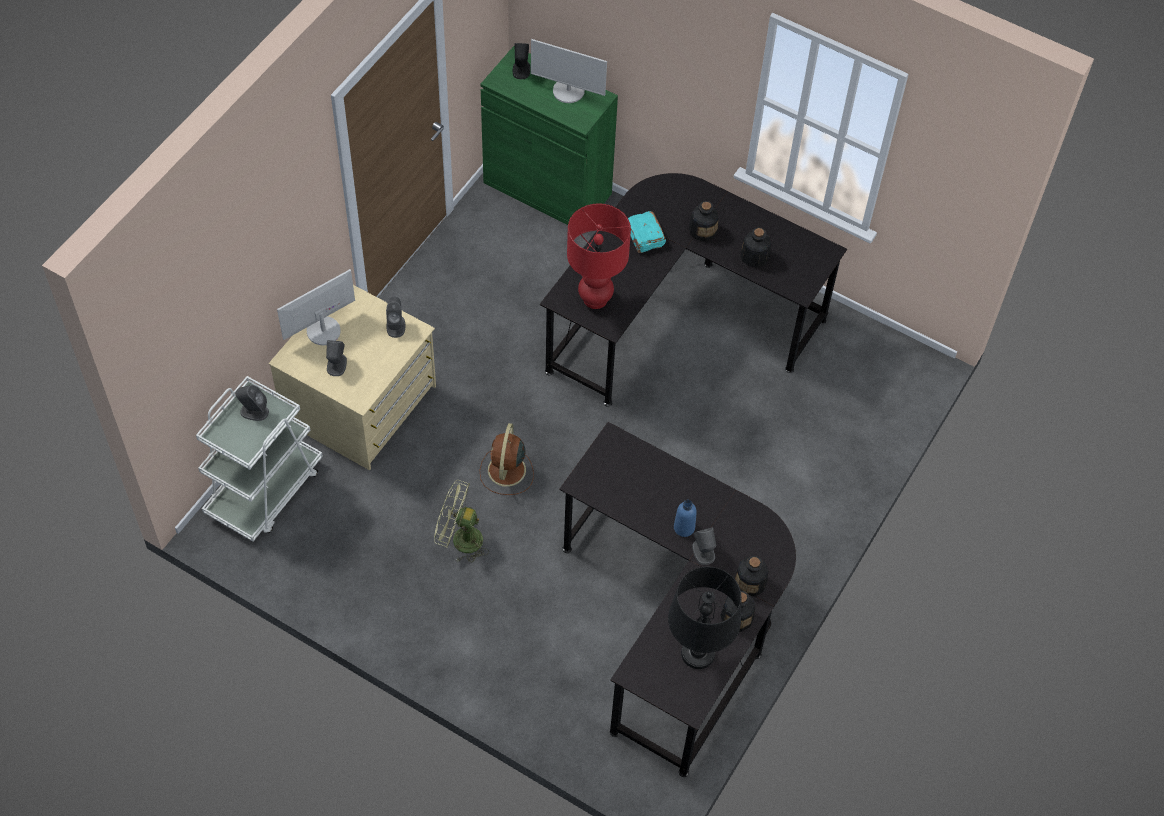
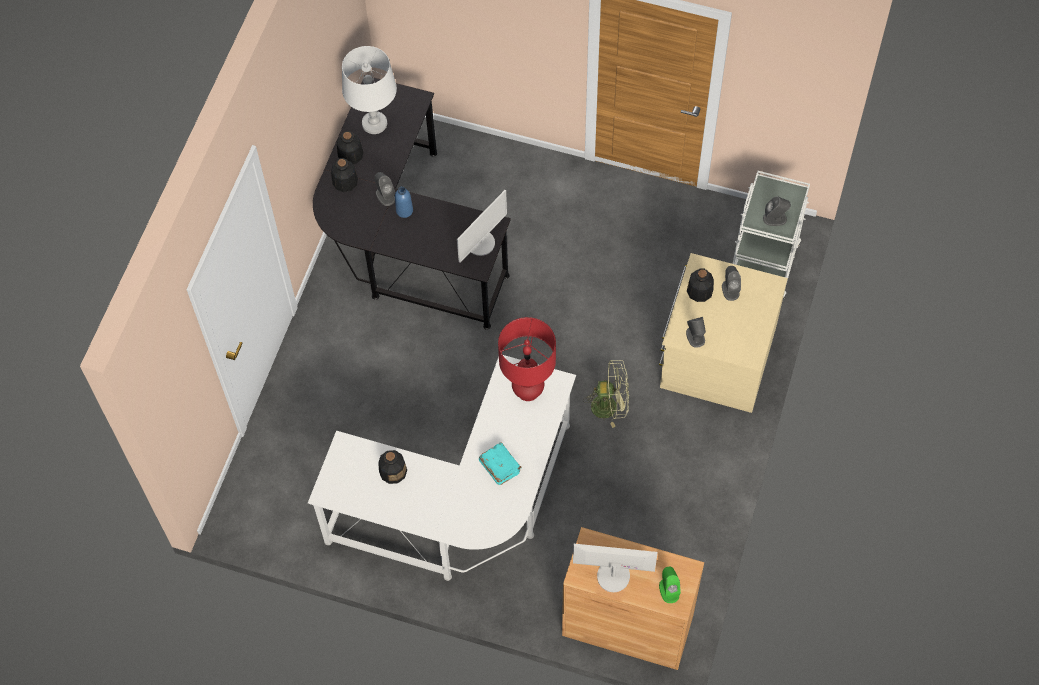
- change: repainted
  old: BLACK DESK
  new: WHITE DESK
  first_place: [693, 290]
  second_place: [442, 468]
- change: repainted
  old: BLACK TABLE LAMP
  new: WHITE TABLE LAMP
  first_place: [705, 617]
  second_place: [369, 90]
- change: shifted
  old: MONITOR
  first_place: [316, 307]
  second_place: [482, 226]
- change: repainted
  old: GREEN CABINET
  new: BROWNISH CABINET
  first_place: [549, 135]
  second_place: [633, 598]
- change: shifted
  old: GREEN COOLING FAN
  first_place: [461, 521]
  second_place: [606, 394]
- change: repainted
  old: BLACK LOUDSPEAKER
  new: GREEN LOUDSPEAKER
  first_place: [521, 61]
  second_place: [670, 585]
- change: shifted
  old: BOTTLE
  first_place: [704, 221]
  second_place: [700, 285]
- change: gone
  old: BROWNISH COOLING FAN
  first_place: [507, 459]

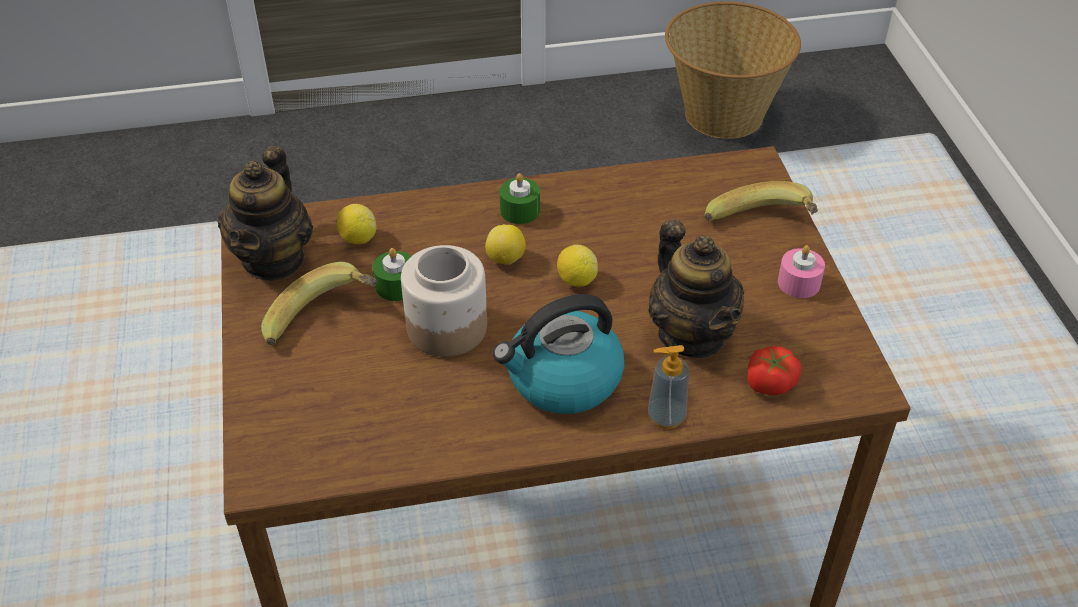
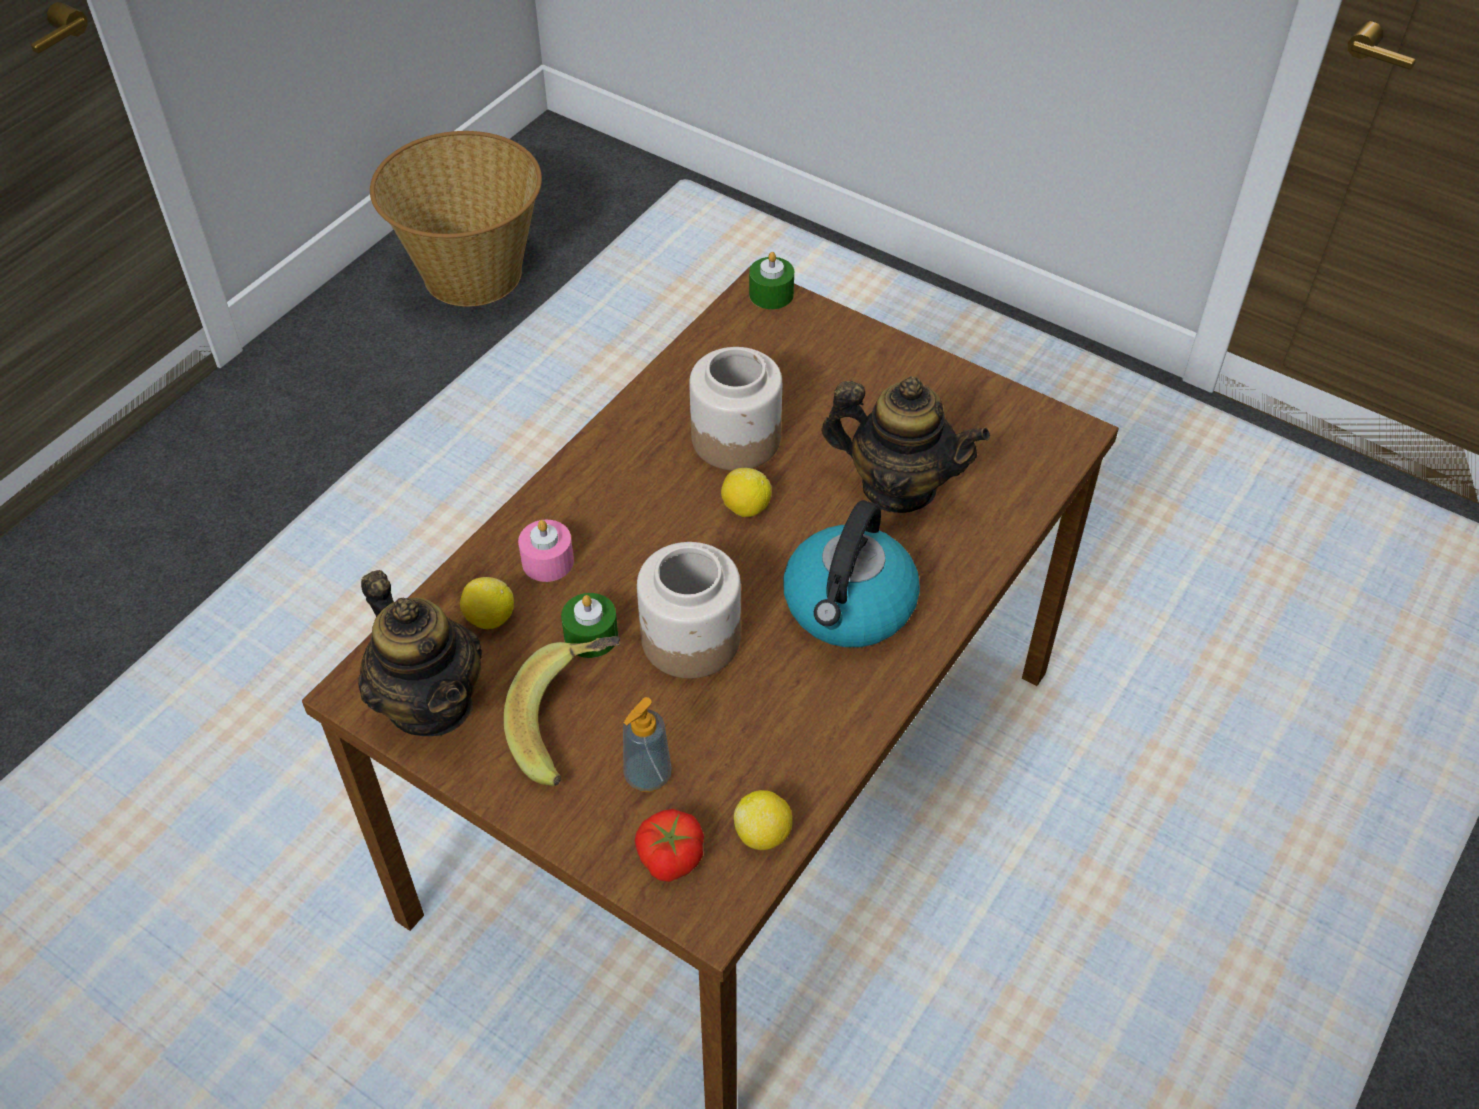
- change: shifted
  old: PINK-COLOURED WAX CANDLE
  first_place: [801, 271]
  second_place: [546, 551]
- change: shifted
  old: LIQUID SOAP BOTTLE
  first_place: [668, 387]
  second_place: [647, 744]
- change: shifted
  old: FRESH TOMATO
  first_place: [774, 371]
  second_place: [669, 845]
- change: new
  new: PRESERVE JAR
  second_place: [735, 409]
- change: shifted
  old: CITRUS FRUIT
  first_place: [505, 244]
  second_place: [763, 820]
- change: shifted
  old: GREEN WAX CANDLE
  first_place: [520, 198]
  second_place: [771, 280]
- change: gone
  old: BANANA FRUIT
  first_place: [761, 201]

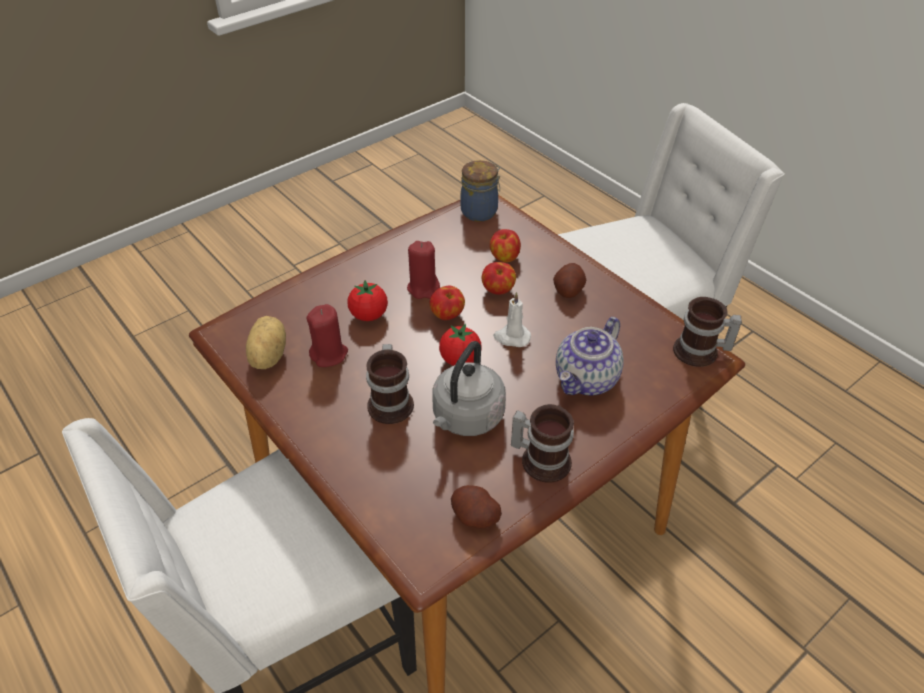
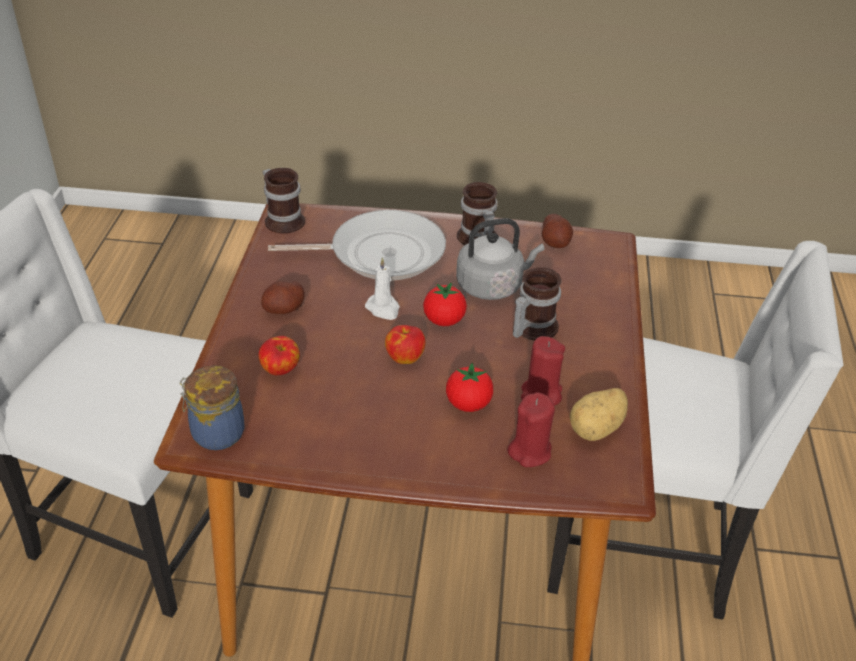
- change: swapped
  old: TEAPOT
  new: PAN
  first_place: [590, 356]
  second_place: [357, 245]
- change: shifted
  old: REDDISH WAX CANDLE
  first_place: [423, 270]
  second_place: [531, 429]
- change: gone
  old: WHOLE APPLE
  first_place: [499, 278]

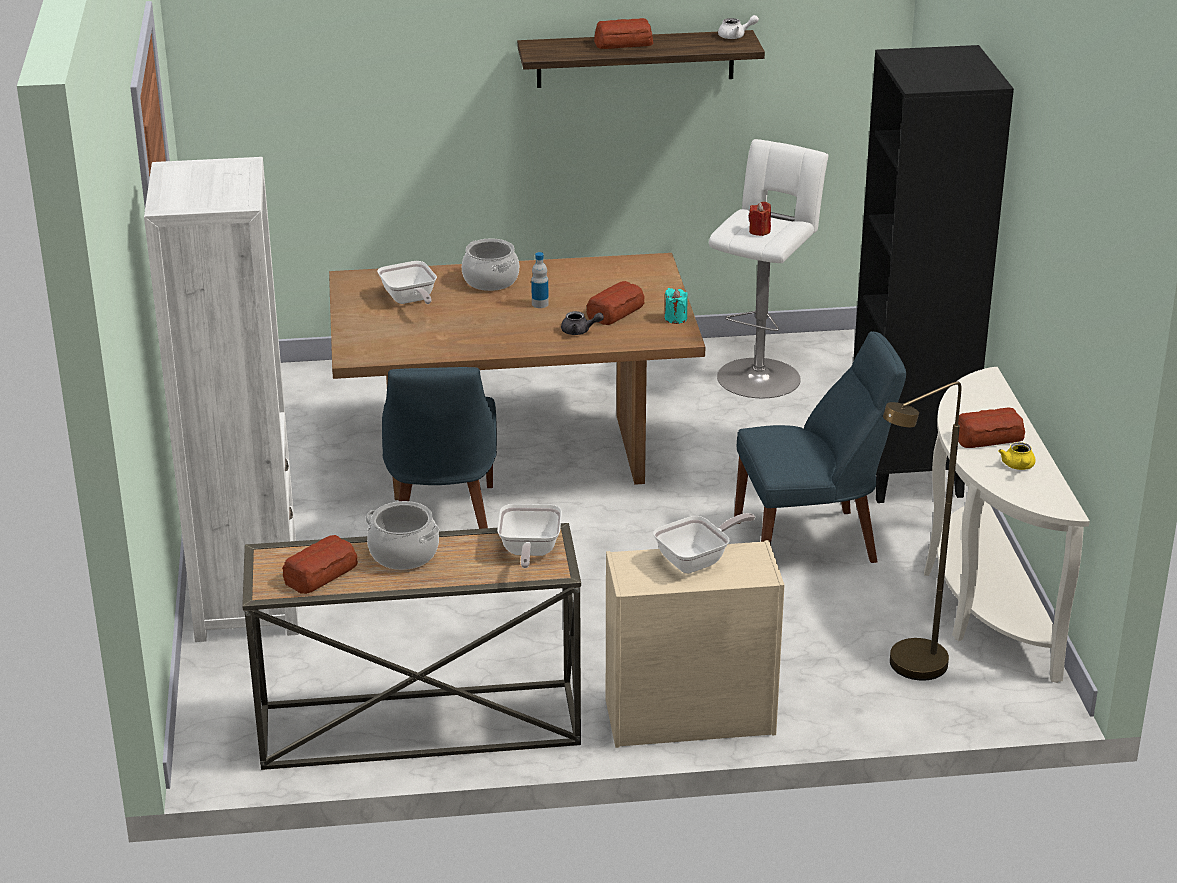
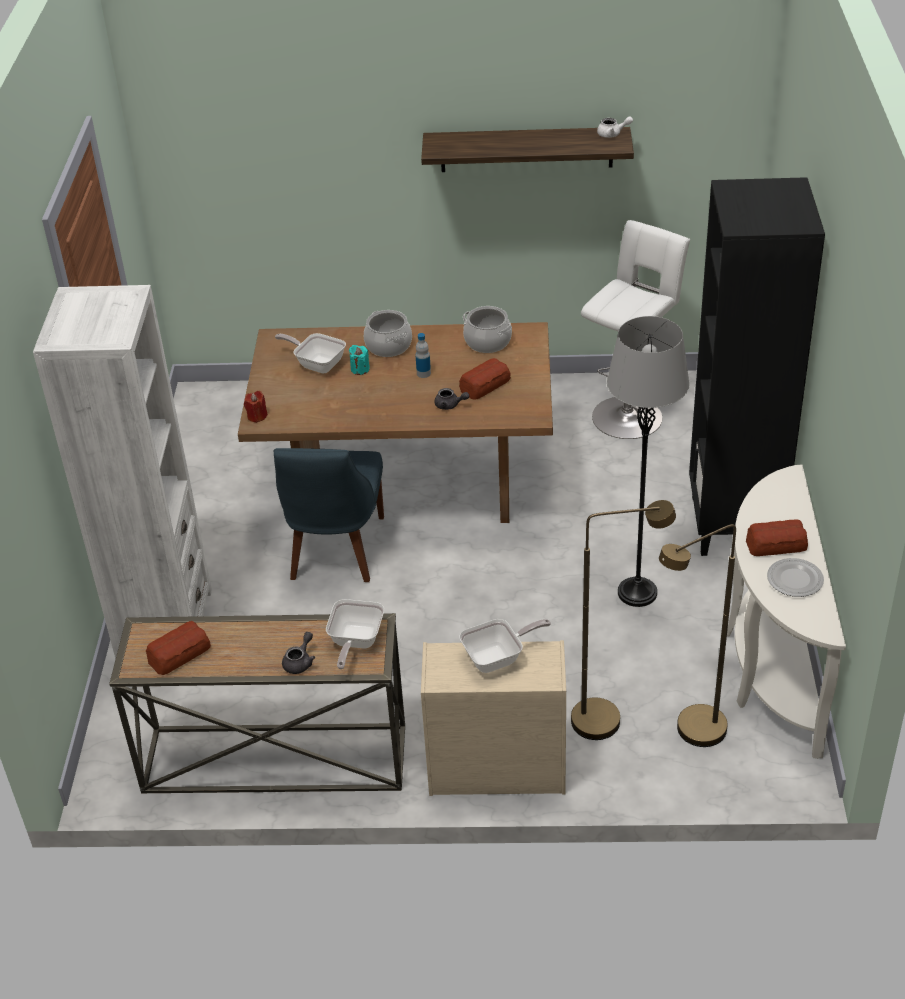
- change: shifted
  old: REDDISH WAX CANDLE
  first_place: [760, 219]
  second_place: [256, 407]
- change: rotated
  old: PAN
  first_place: [407, 282]
  second_place: [310, 353]
  degrees: 135
- change: new
  new: GRAY TEAPOT
  second_place: [298, 653]
- change: shifted
  old: BLUE-GREEN WAX CANDLE
  first_place: [676, 306]
  second_place: [359, 360]
- change: shifted
  old: SAUCEPOT
  first_place: [402, 535]
  second_place: [487, 329]
- change: new
  new: BROWNISH STANDARD LAMP
  second_place: [623, 620]
- change: swapped
  old: BLUE PLAIN CHAIR
  new: GRAY STANDARD LAMP
  first_place: [820, 447]
  second_place: [648, 461]
- change: swapped
  old: YELLOW TEAPOT
  new: FLAT DISH
  first_place: [1016, 456]
  second_place: [795, 577]
- change: gone
  old: BREAD
  first_place: [623, 33]

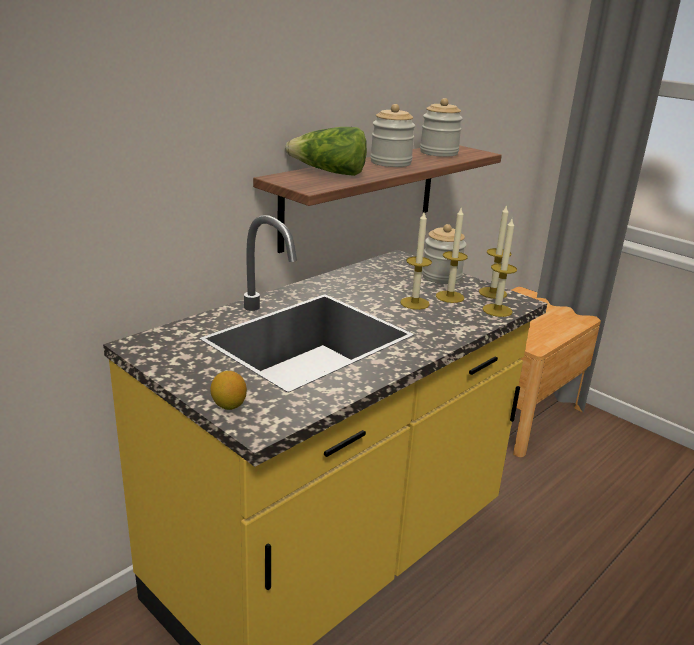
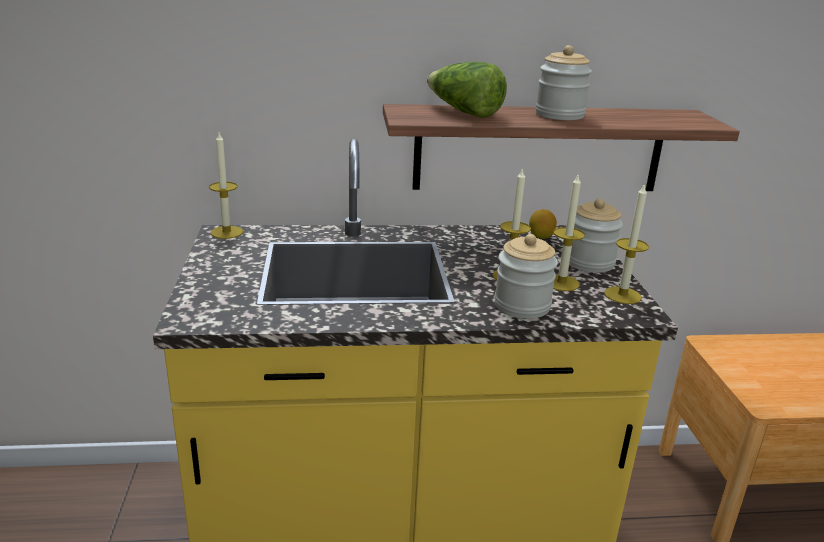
- change: shifted
  old: WAX CANDLE
  first_place: [500, 268]
  second_place: [226, 186]
- change: shifted
  old: PRESERVE JAR
  first_place: [441, 127]
  second_place: [526, 276]
- change: shifted
  old: CITRUS FRUIT
  first_place: [228, 390]
  second_place: [543, 224]

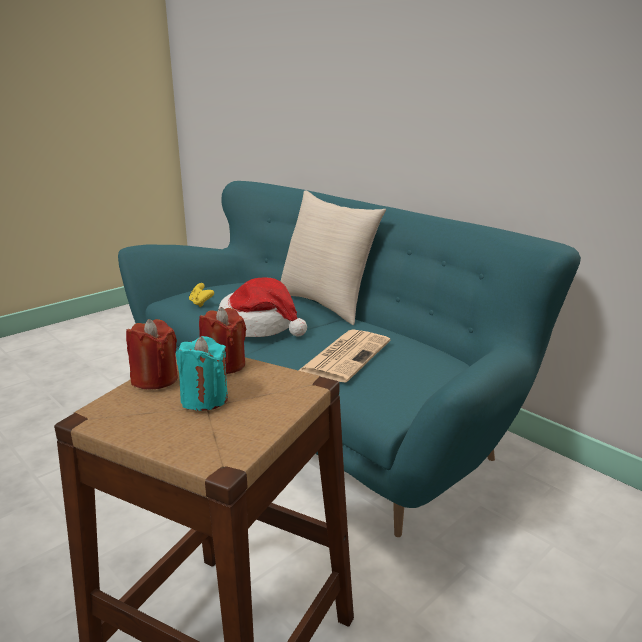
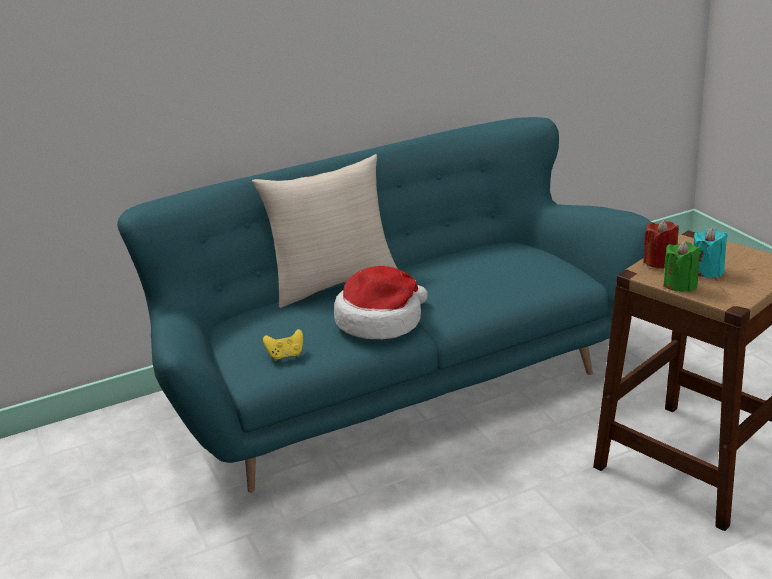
- change: repainted
  old: REDDISH WAX CANDLE
  new: GREEN WAX CANDLE
  first_place: [152, 354]
  second_place: [682, 266]
- change: gone
  old: DAILY PAPER
  first_place: [344, 356]

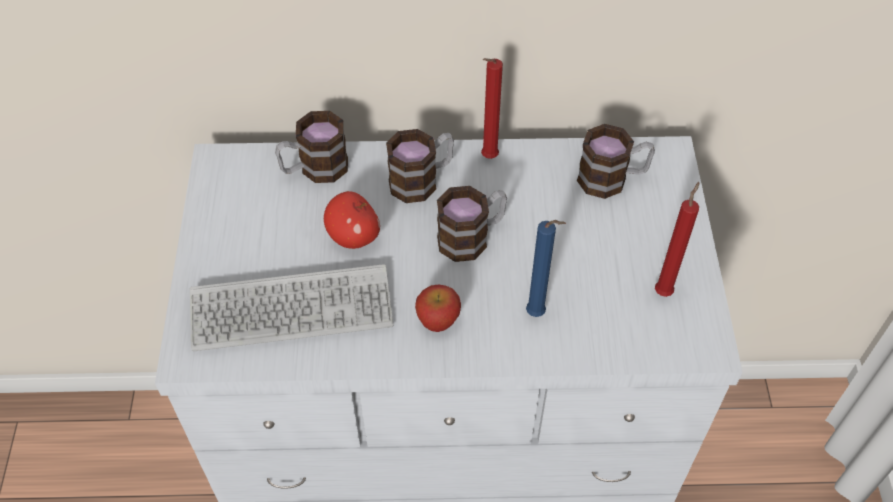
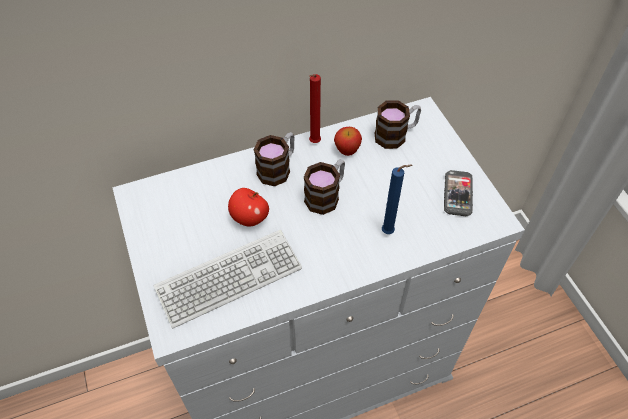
- change: shifted
  old: WHOLE APPLE
  first_place: [438, 308]
  second_place: [348, 141]
- change: swapped
  old: REDDISH WAX CANDLE
  new: HANDSET
  first_place: [677, 239]
  second_place: [458, 193]
- change: gone
  old: COFFEE MUG
  first_place: [311, 147]

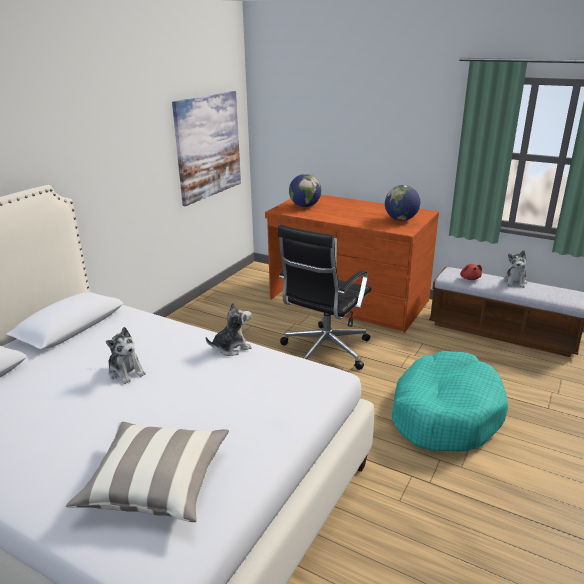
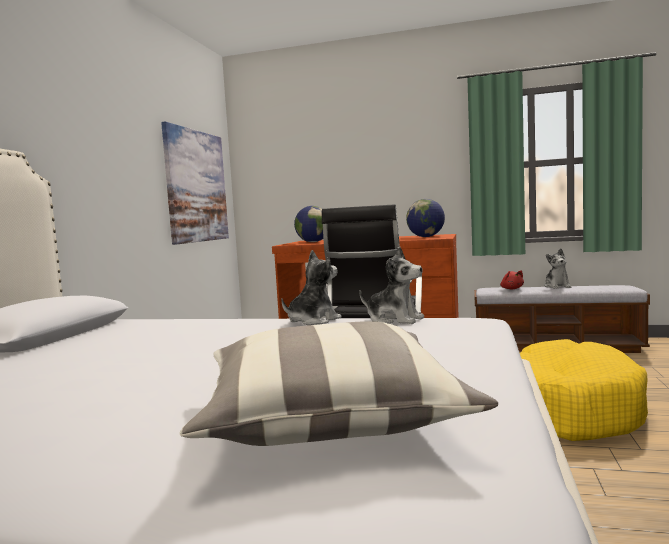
- change: shifted
  old: SOFT TOY
  first_place: [126, 355]
  second_place: [391, 285]
- change: repainted
  old: BLUE-GREEN PET BED
  new: YELLOW PET BED
  first_place: [450, 401]
  second_place: [583, 390]

